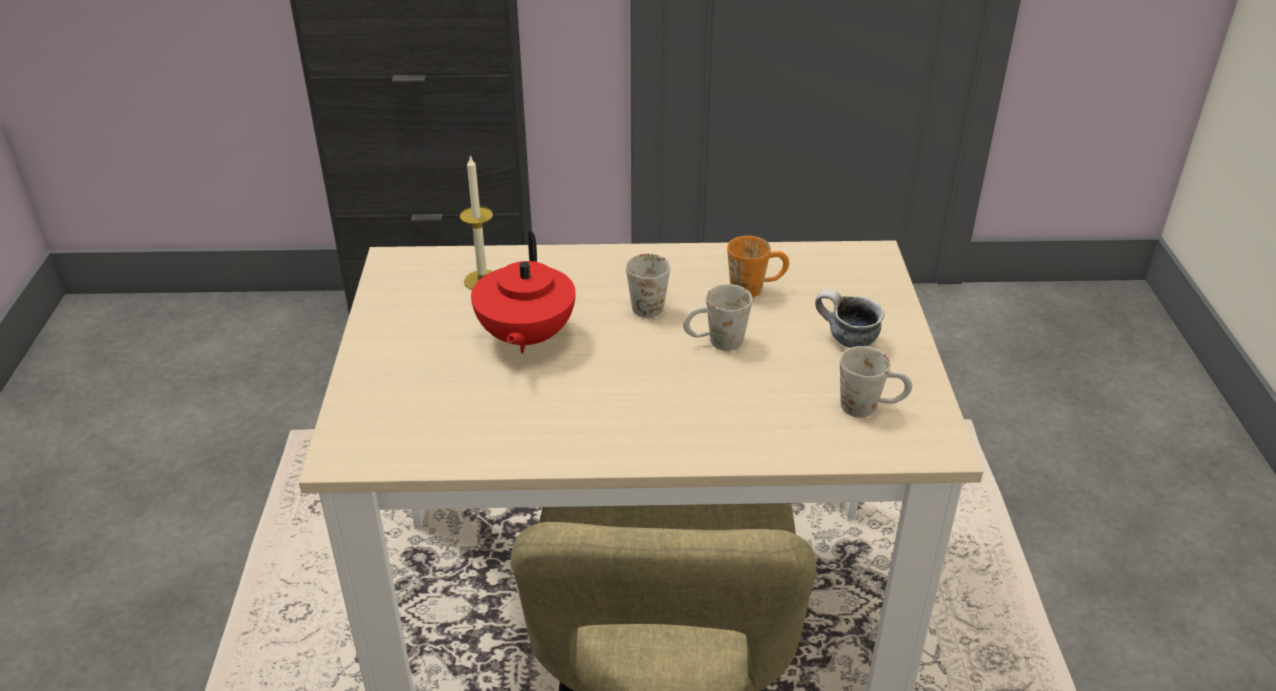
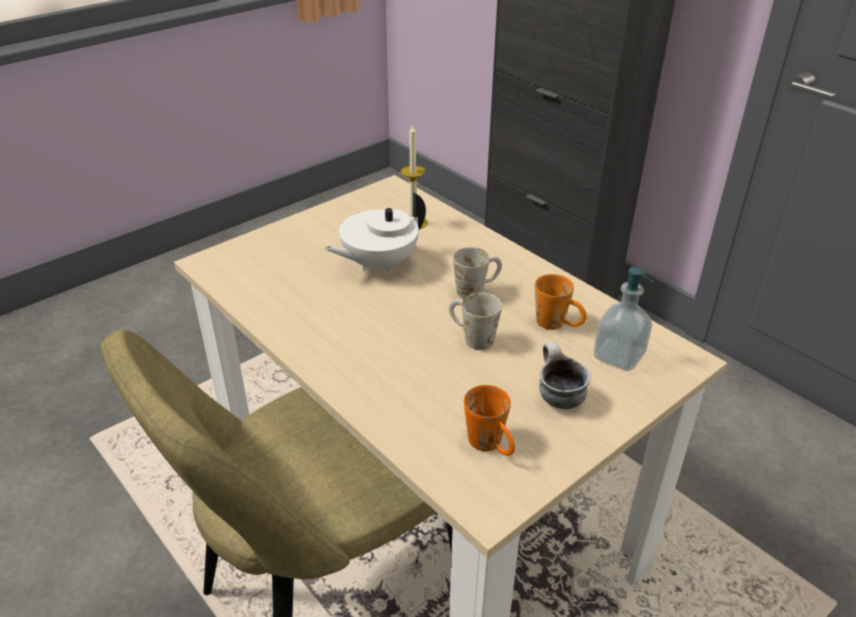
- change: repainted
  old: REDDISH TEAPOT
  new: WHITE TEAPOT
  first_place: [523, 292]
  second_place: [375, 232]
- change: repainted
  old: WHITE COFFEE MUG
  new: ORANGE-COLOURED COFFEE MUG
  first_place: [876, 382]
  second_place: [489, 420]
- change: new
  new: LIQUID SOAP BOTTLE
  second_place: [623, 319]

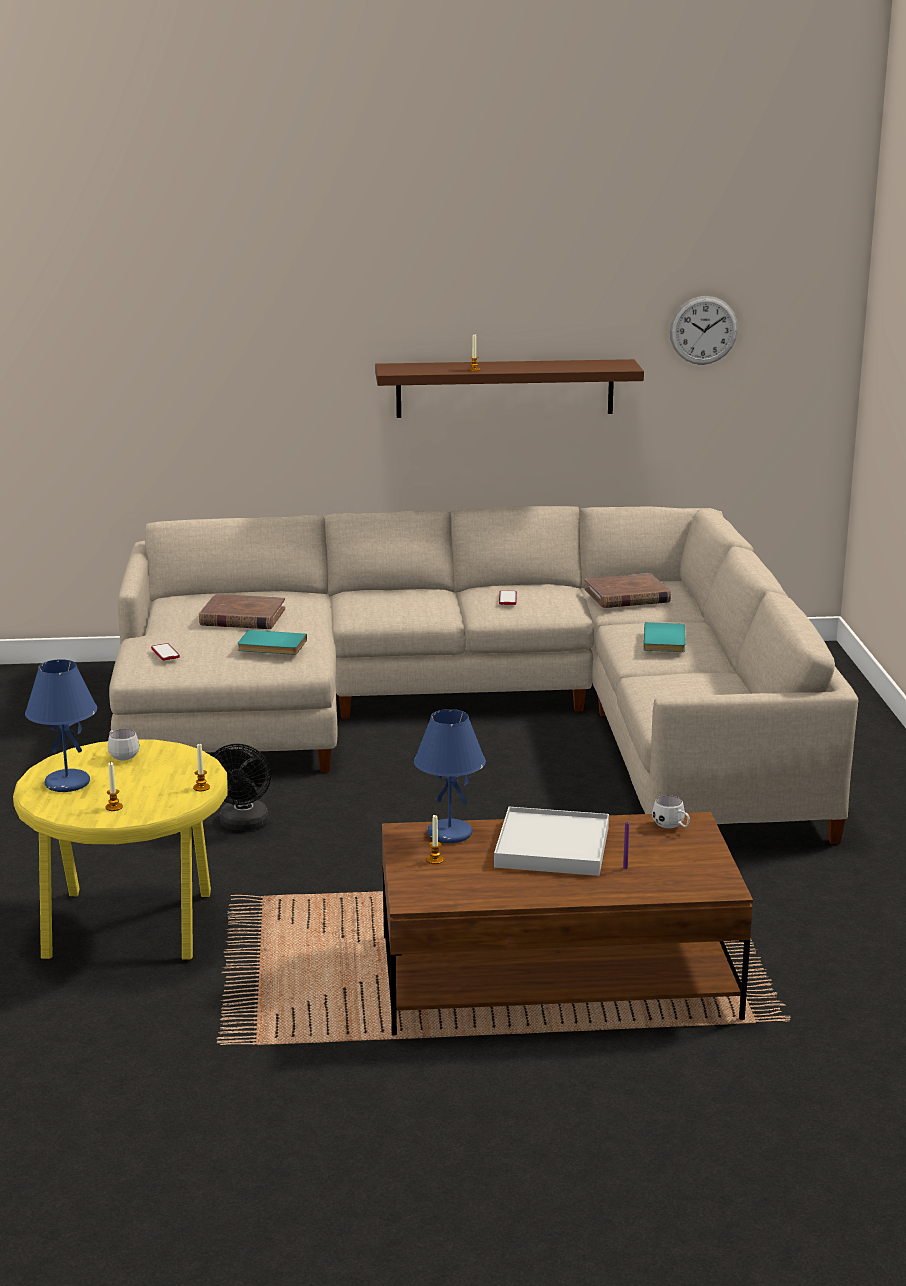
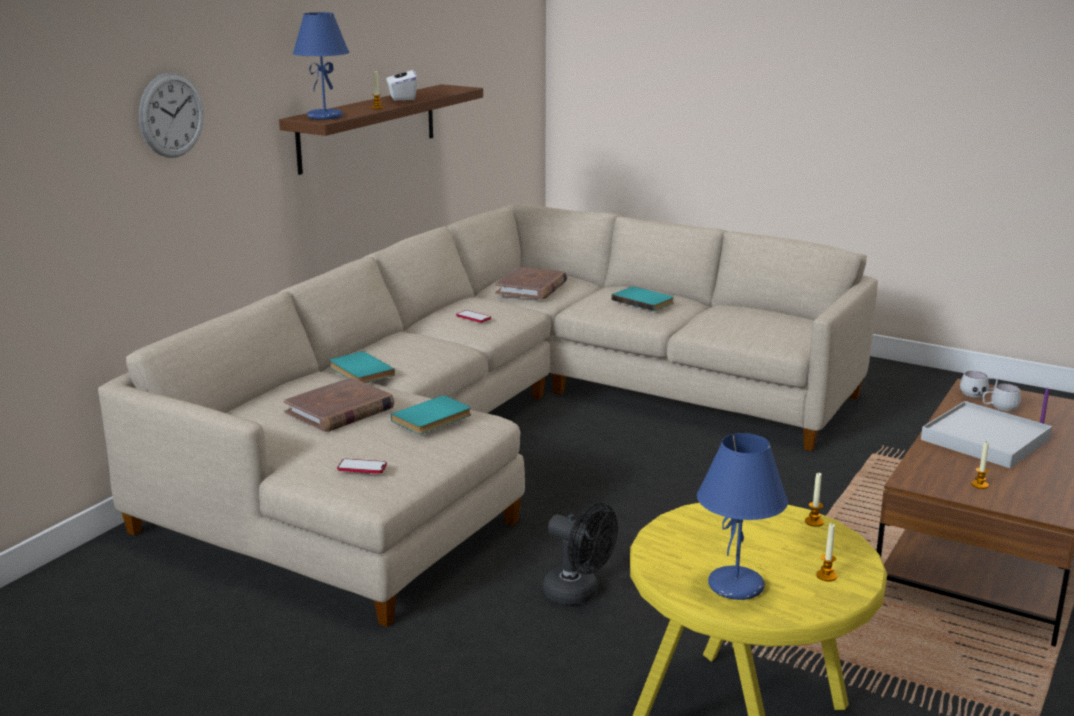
- change: shifted
  old: HANGING CLOCK
  first_place: [704, 330]
  second_place: [171, 115]
- change: shifted
  old: BLUE TABLE LAMP
  first_place: [450, 776]
  second_place: [321, 66]
- change: new
  new: BLUE-GREEN VOLUME
  second_place: [362, 367]
- change: new
  new: WHITE BOX OF TISSUES
  second_place: [401, 81]
- change: shifted
  old: WHITE COFFEE MUG
  first_place: [124, 744]
  second_place: [1002, 397]

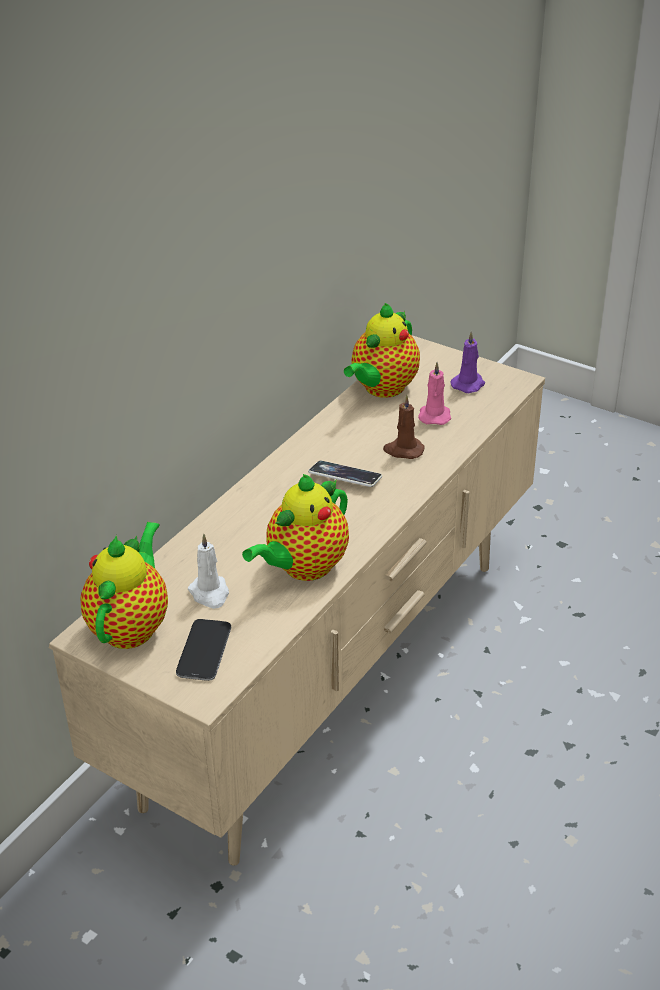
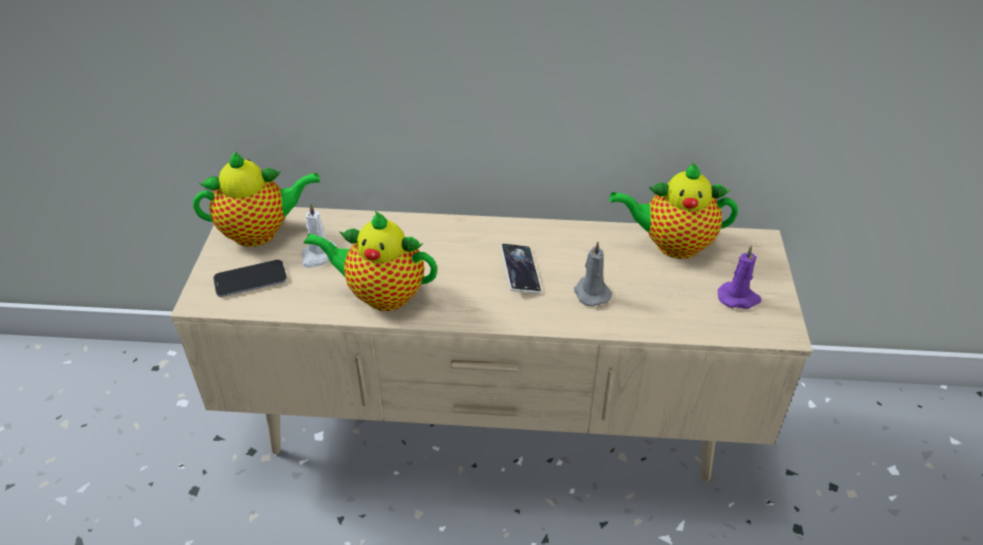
- change: repainted
  old: BROWNISH WAX CANDLE
  new: GRAY WAX CANDLE
  first_place: [404, 426]
  second_place: [593, 274]
- change: gone
  old: PINK-COLOURED WAX CANDLE
  first_place: [434, 393]

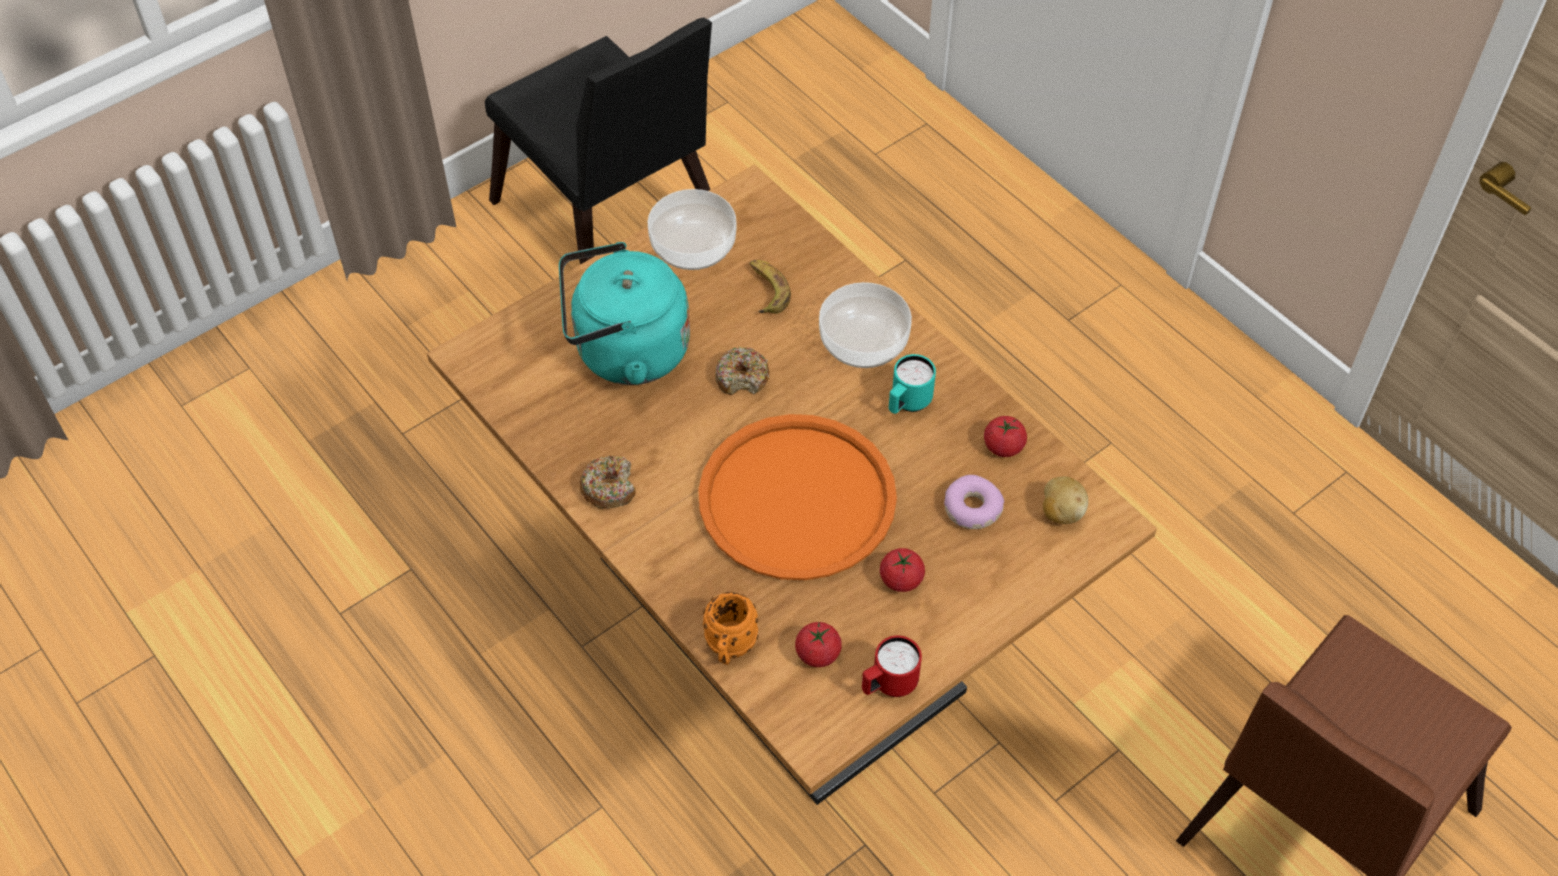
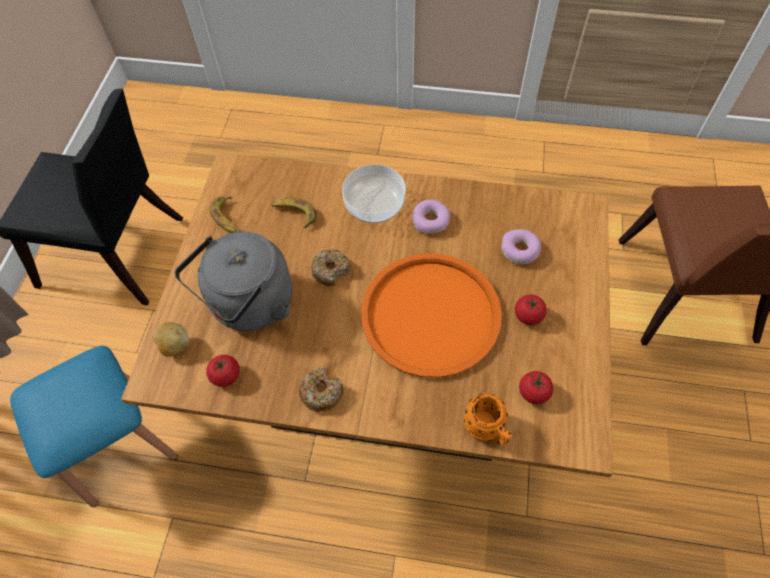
- change: new
  new: BLUE STOOL
  second_place: [94, 426]
- change: shifted
  old: SPUD
  first_place: [1065, 500]
  second_place: [171, 339]
- change: repainted
  old: BLUE-GREEN TEA KETTLE
  new: GRAY TEA KETTLE
  first_place: [624, 313]
  second_place: [233, 281]
- change: shifted
  old: FRESH TOMATO
  first_place: [1005, 436]
  second_place: [223, 371]
- change: swapped
  old: BOWL
  new: BANANA FRUIT
  first_place: [692, 229]
  second_place: [224, 215]
- change: swapped
  old: BLUE-GREEN COFFEE MUG
  new: DONUT
  first_place: [912, 384]
  second_place: [431, 216]
- change: gone
  old: REDDISH COFFEE MUG
  first_place: [892, 666]

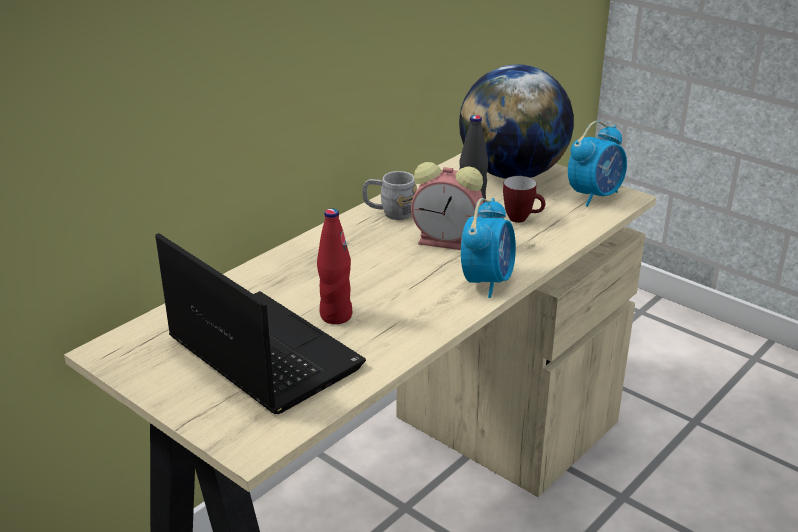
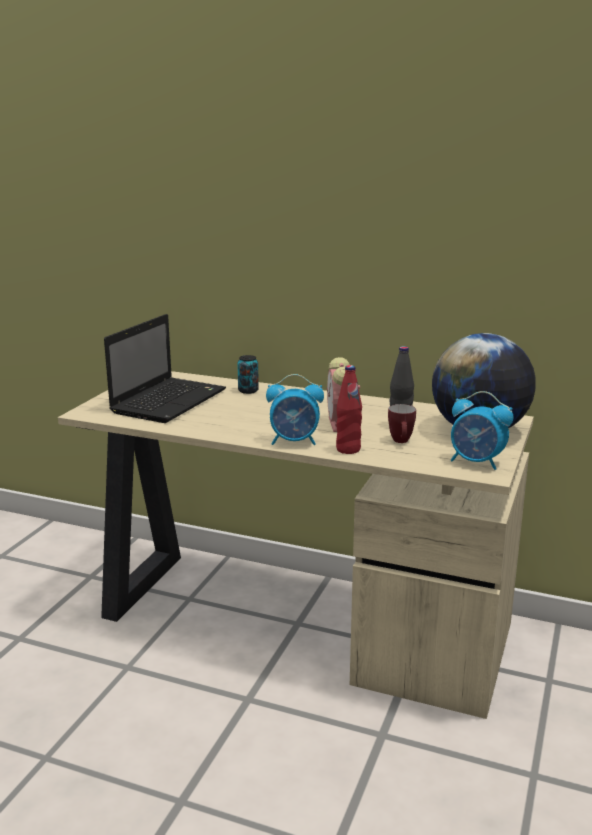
- change: new
  new: CAN
  second_place: [248, 374]
- change: shifted
  old: REDDISH BOTTLE
  first_place: [334, 266]
  second_place: [349, 409]
- change: gone
  old: GRAY COFFEE MUG
  first_place: [389, 195]

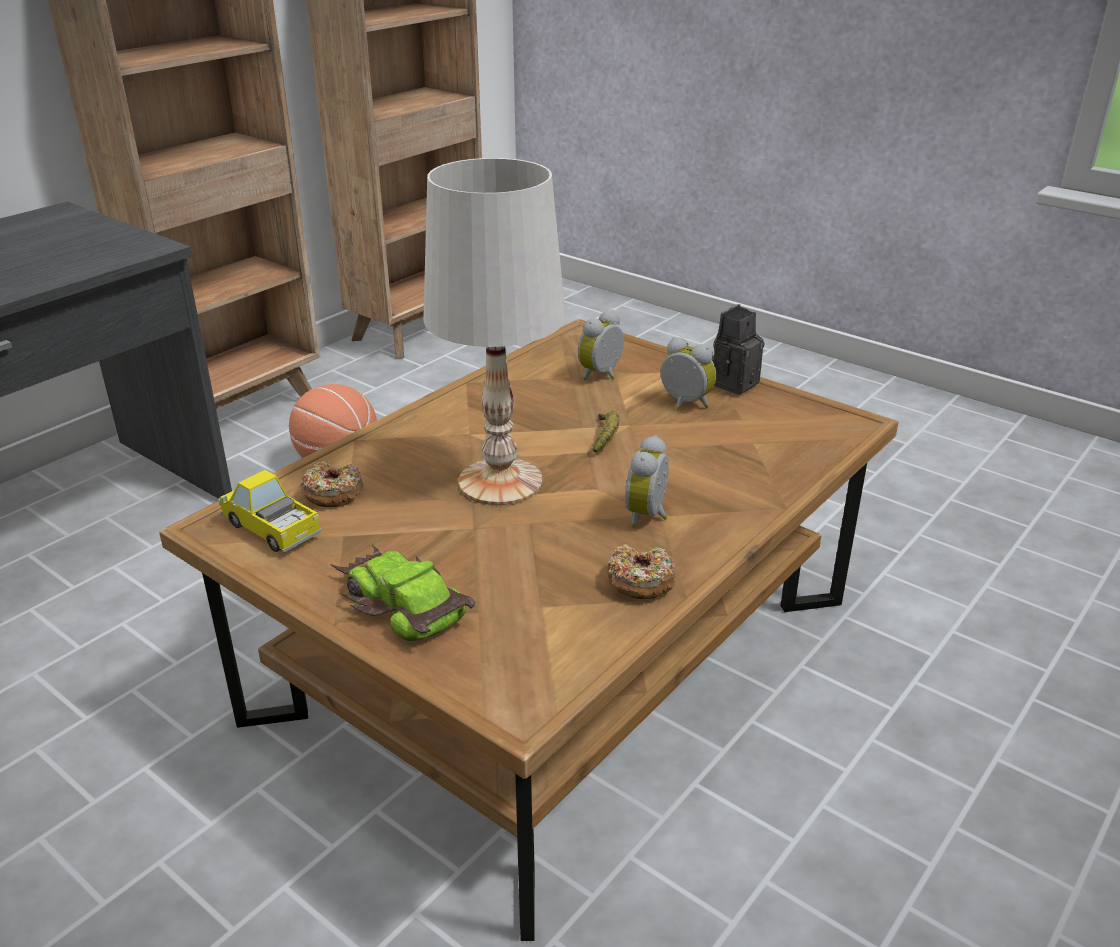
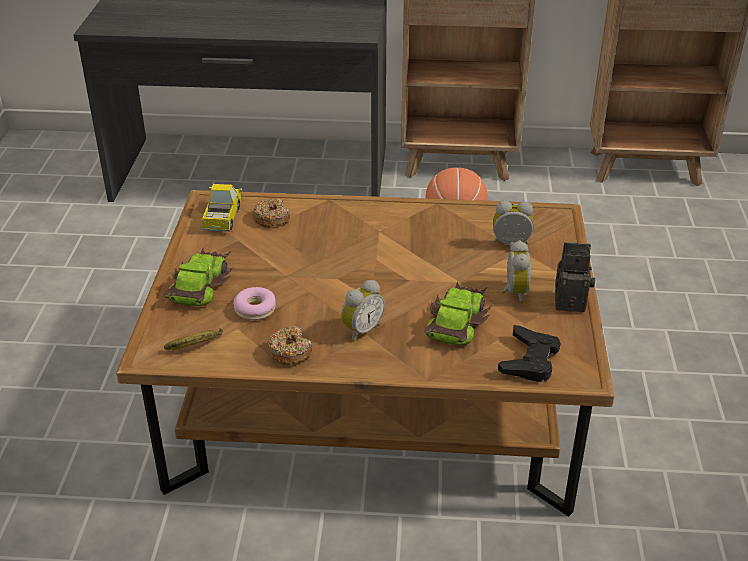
- change: shifted
  old: BANANA FRUIT
  first_place: [606, 432]
  second_place: [193, 339]
- change: new
  new: DONUT
  second_place: [254, 303]
- change: rotated
  old: ALARM CLOCK
  first_place: [647, 481]
  second_place: [363, 311]
  degrees: 150
- change: new
  new: MINIATURE CAR
  second_place: [458, 313]
- change: new
  new: BLACK GAMEPAD
  second_place: [529, 353]
- change: gone
  old: WHITE TABLE LAMP
  first_place: [494, 332]

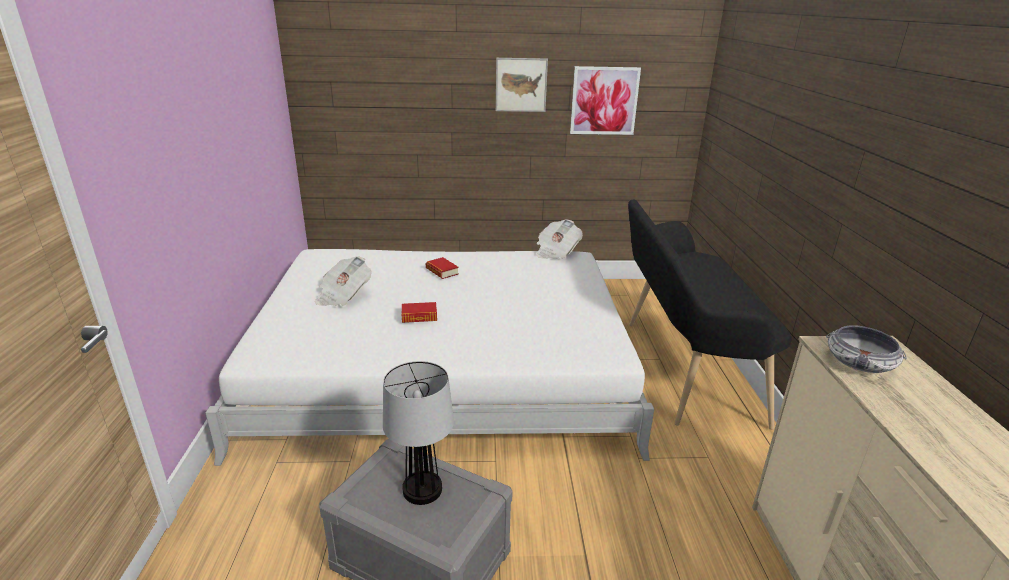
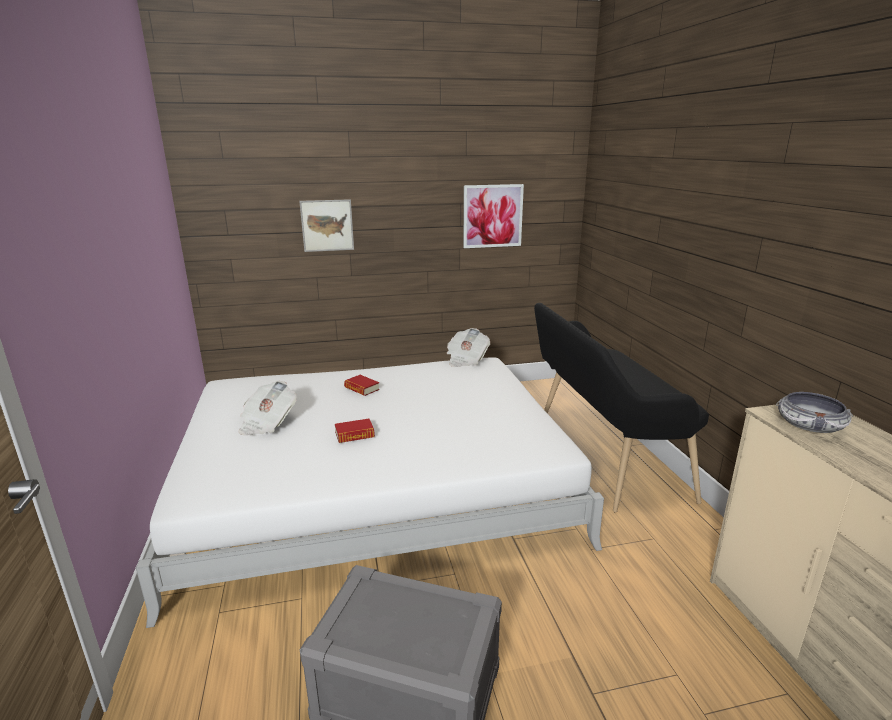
- change: shifted
  old: WALL ART
  first_place: [522, 85]
  second_place: [326, 225]
- change: gone
  old: TABLE LAMP
  first_place: [418, 433]

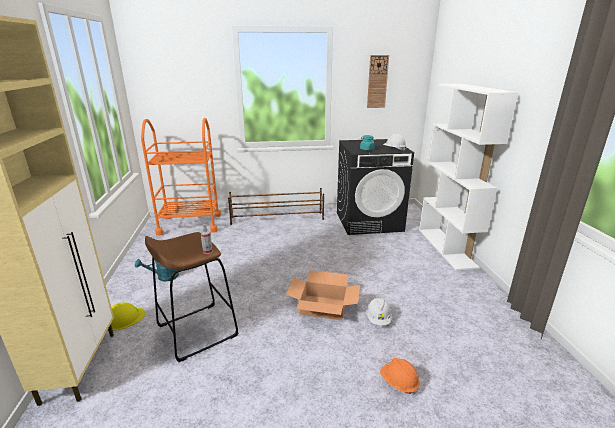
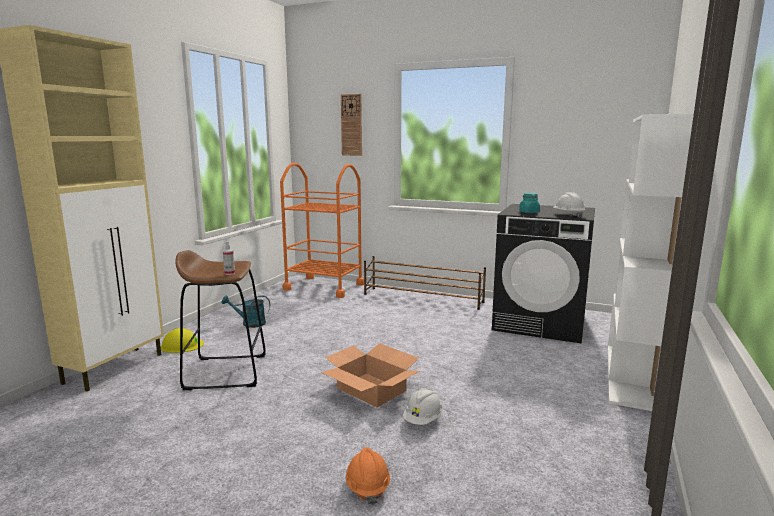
- change: shifted
  old: HANGING CLOCK
  first_place: [378, 81]
  second_place: [351, 125]

